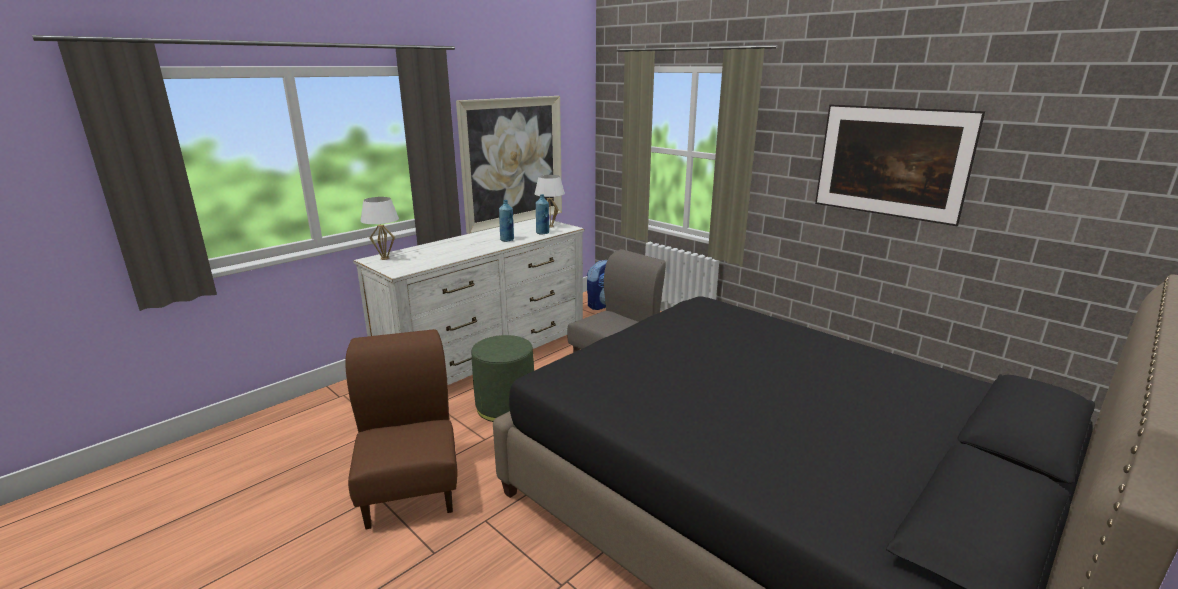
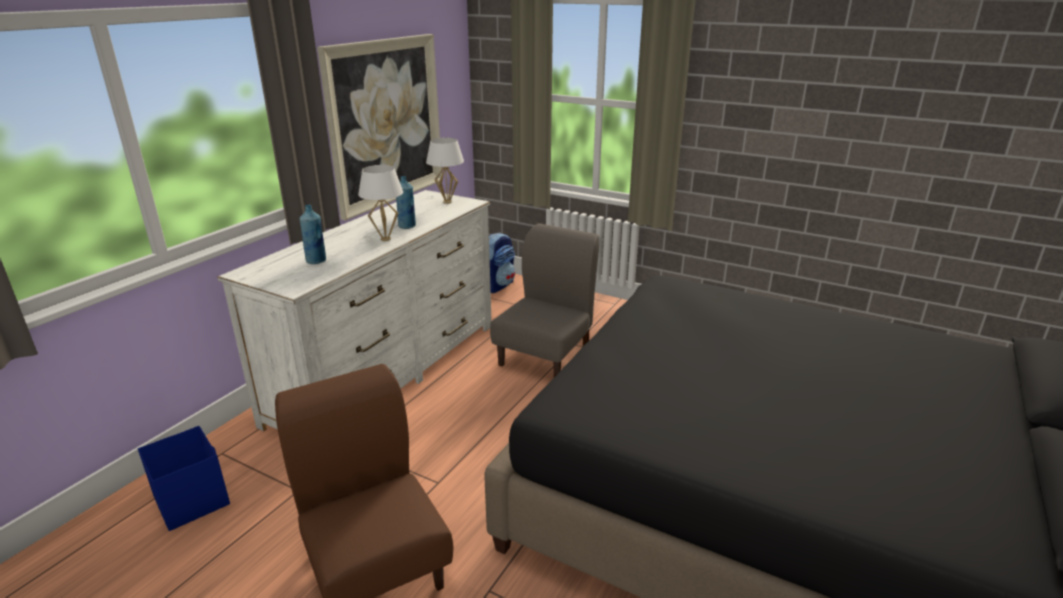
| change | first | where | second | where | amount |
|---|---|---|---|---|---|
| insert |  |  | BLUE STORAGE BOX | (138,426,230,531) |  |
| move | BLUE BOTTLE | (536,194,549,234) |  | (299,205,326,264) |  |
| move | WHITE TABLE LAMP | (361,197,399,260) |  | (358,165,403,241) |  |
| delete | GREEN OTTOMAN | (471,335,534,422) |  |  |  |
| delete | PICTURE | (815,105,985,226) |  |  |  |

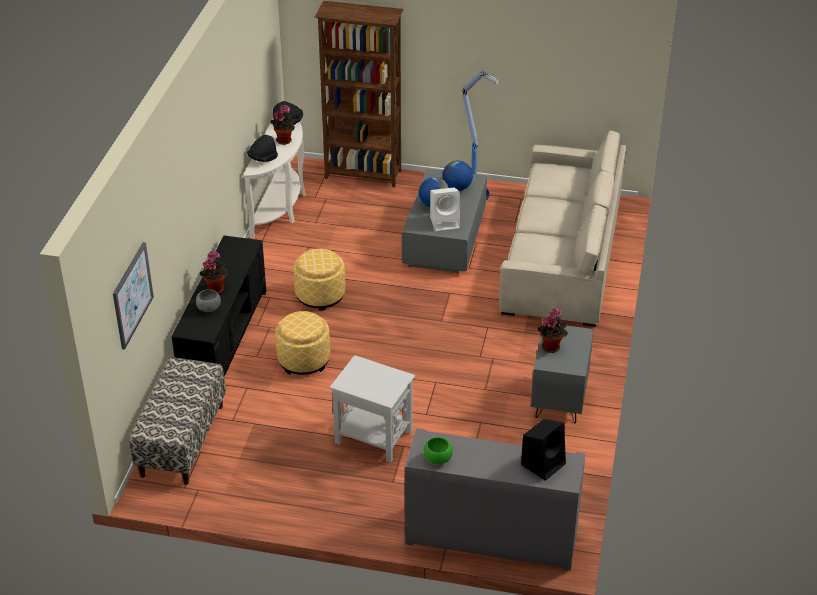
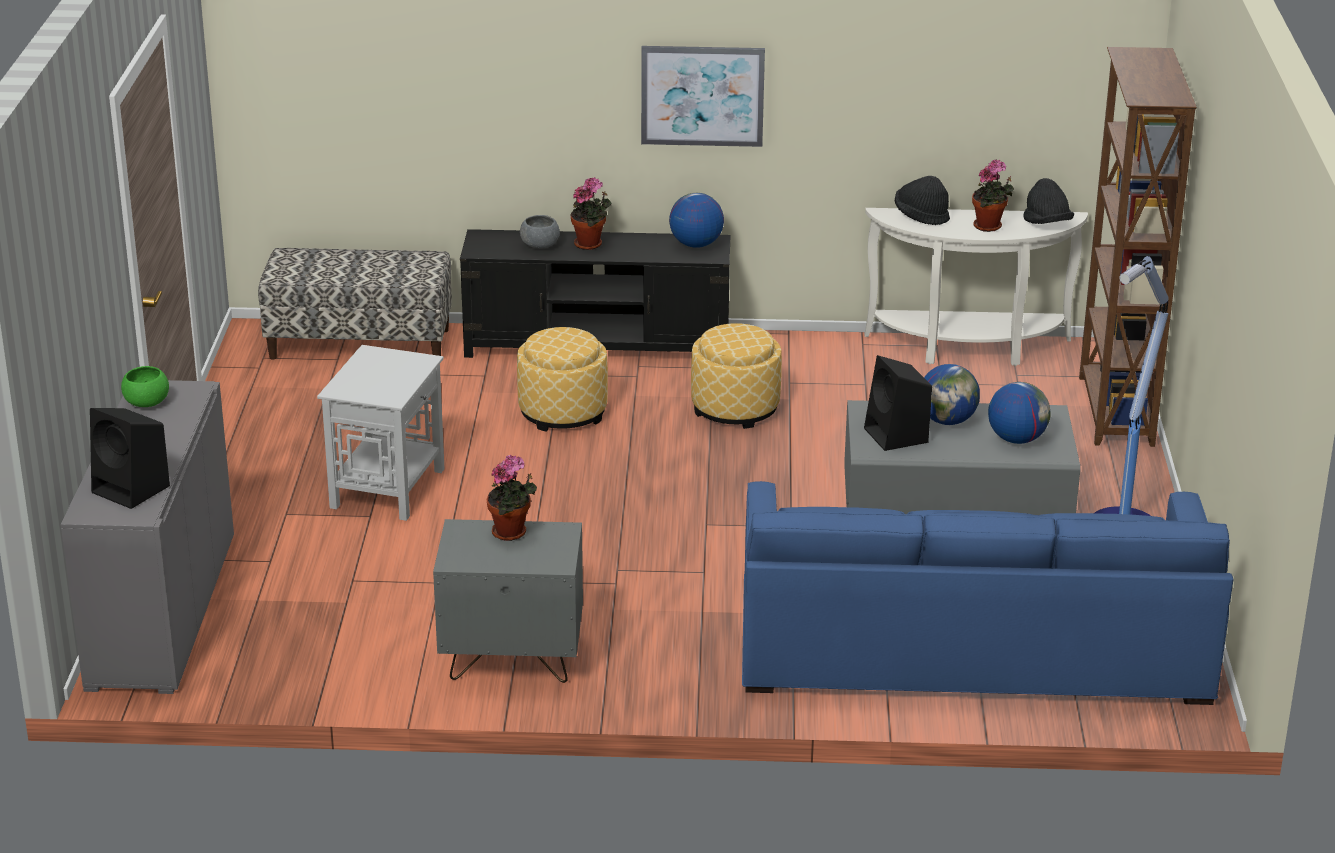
| change | first | where | second | where | amount |
|---|---|---|---|---|---|
| move | PICTURE | (113,242,154,350) |  | (641,46,765,147) |  |
| insert |  |  | GLOBE | (669,193,724,248) |  |
| recolor | BEIGE SOFA | (499,130,626,327) | BLUE SOFA | (742,481,1234,705) |  |
| recolor | WHITE SPEAKER | (430,187,460,231) | BLACK SPEAKER | (864,355,932,451) |  |

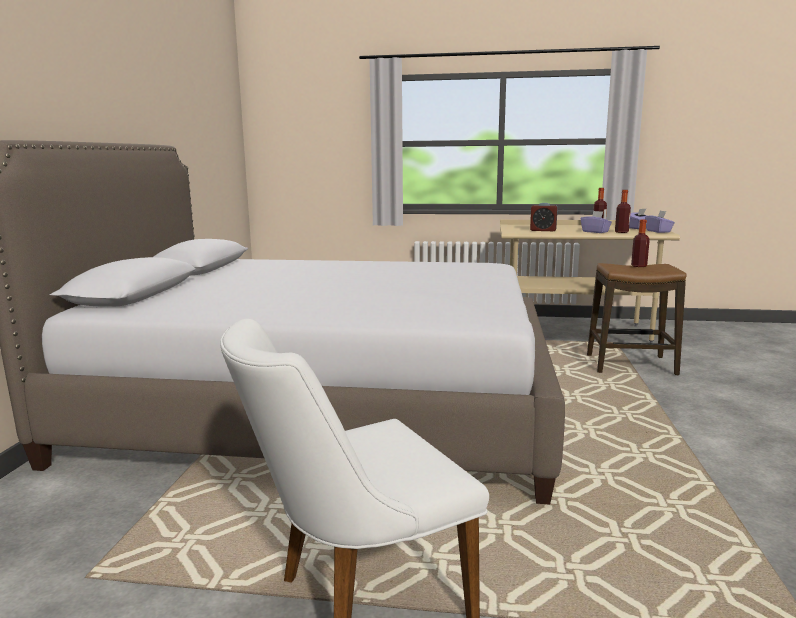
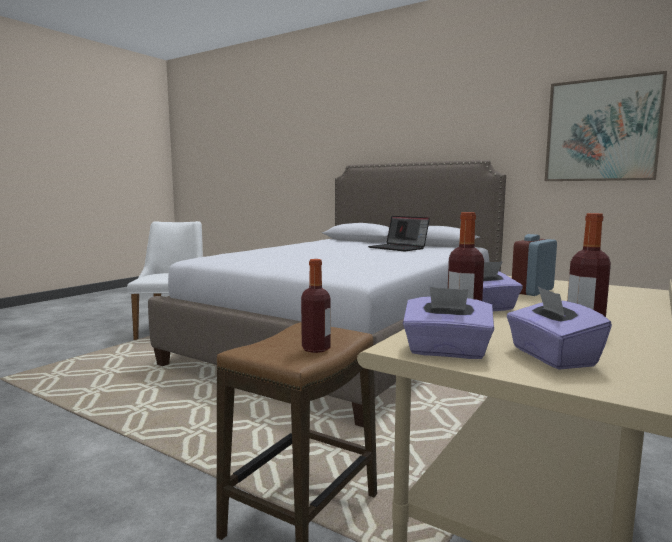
| change | first | where | second | where | amount |
|---|---|---|---|---|---|
| insert |  |  | LAPTOP | (368,216,430,252) |  |
| insert |  |  | PICTURE | (545,71,667,181) |  |

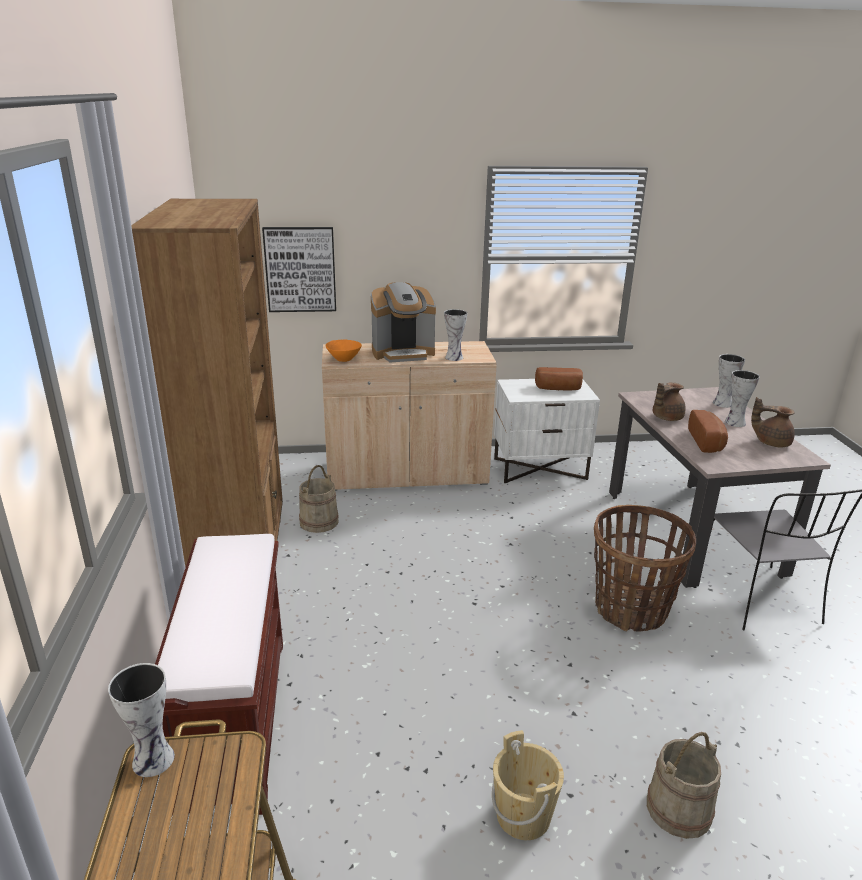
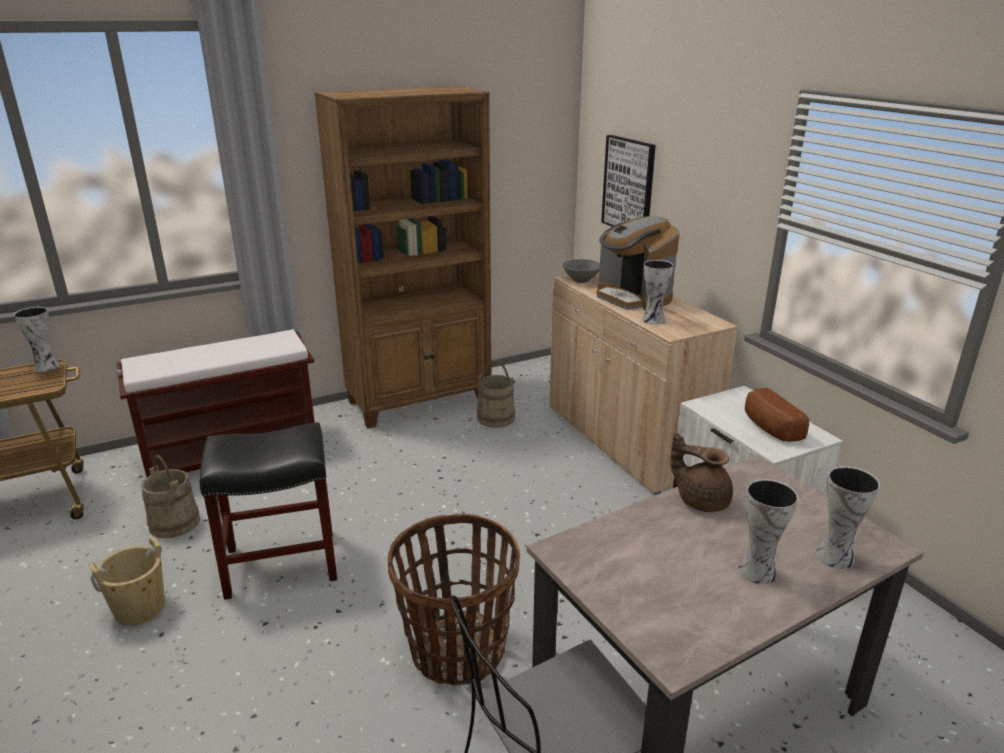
| change | first | where | second | where | amount |
|---|---|---|---|---|---|
| move | BEIGE BUCKET | (647,732,721,839) |  | (141,455,200,538) |  |
| insert |  |  | BLACK STOOL | (200,422,337,600) |  |
| recolor | ORANGE BOWL | (326,340,362,362) | GREY BOWL | (563,259,600,283) |  |
| delete | BREAD | (688,410,728,453) |  |  |  |
| delete | BROWN TEAPOT | (751,397,795,448) |  |  |  |

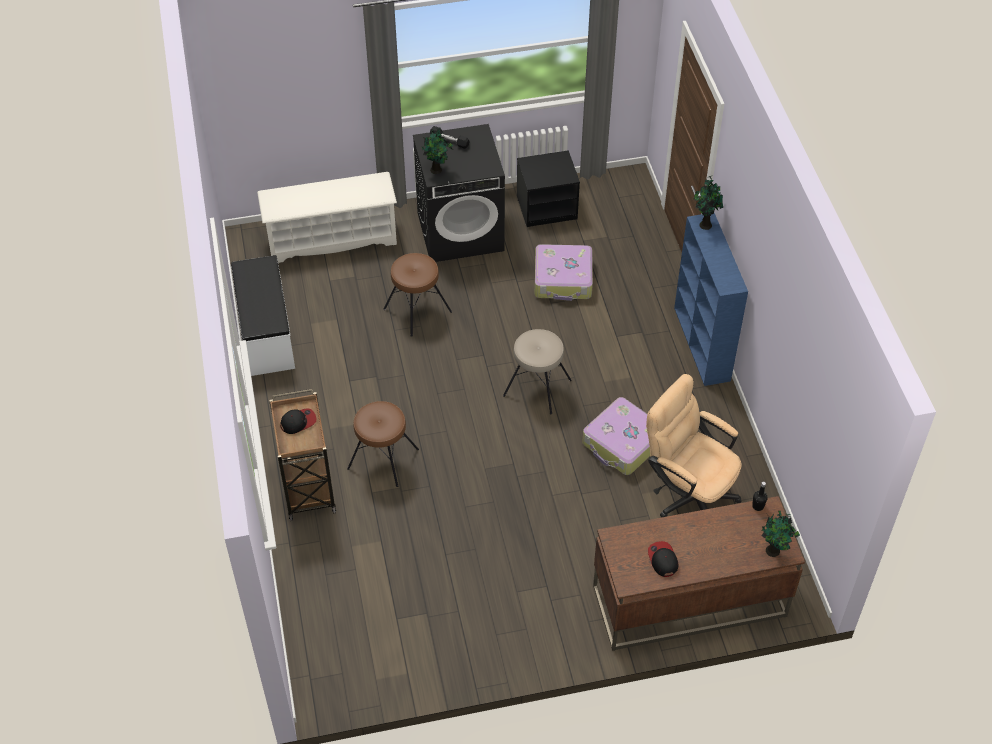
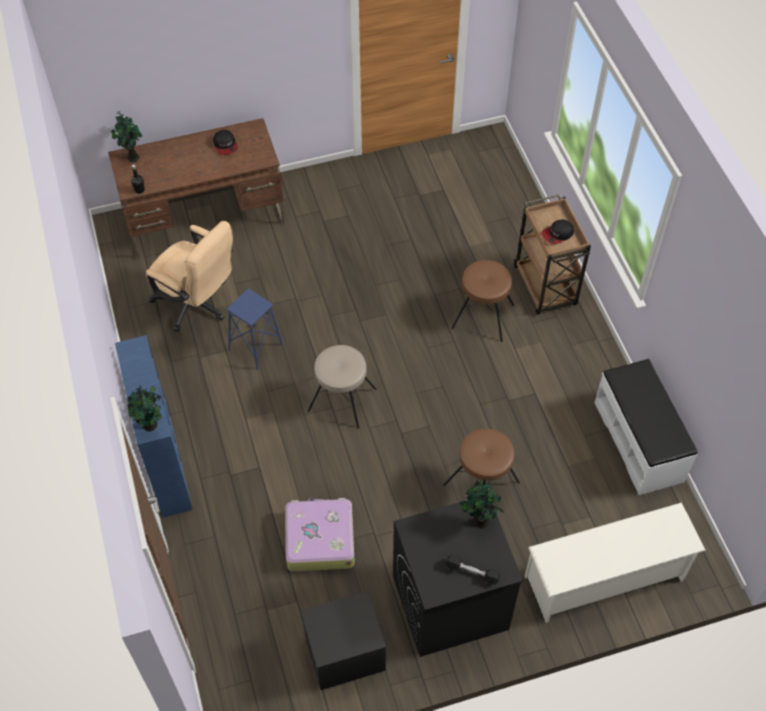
| change | first | where | second | where | amount |
|---|---|---|---|---|---|
| replace | SUITCASE | (582,397,650,475) | BLUE STOOL | (227,288,283,370) |  |

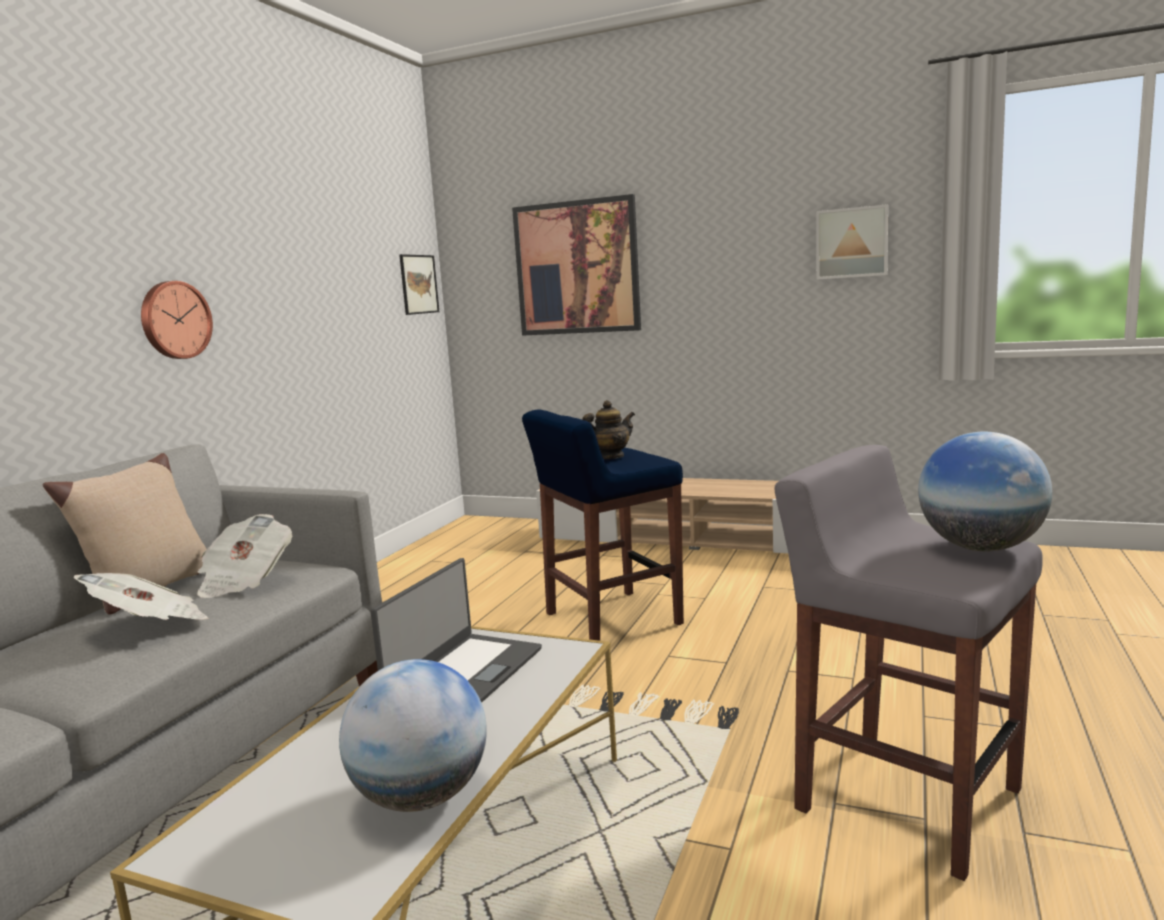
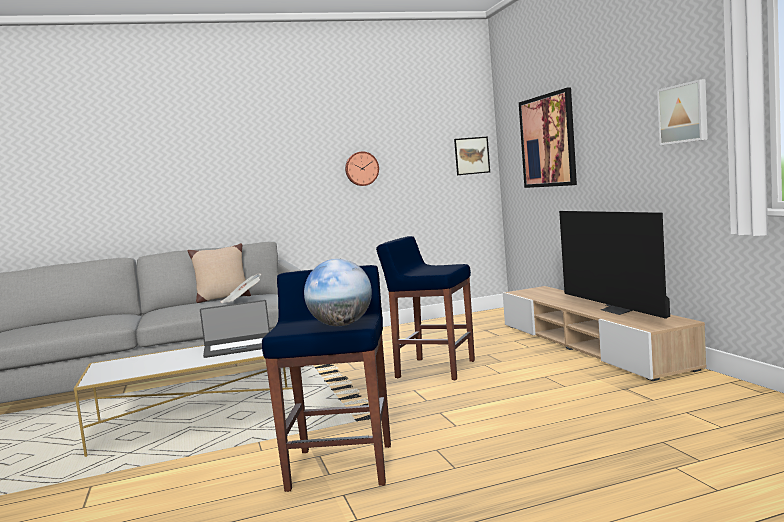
| change | first | where | second | where | amount |
|---|---|---|---|---|---|
| recolor | GREY STOOL | (774,445,1043,881) | BLUE STOOL | (262,265,391,492) |  |
| move | WALL CLOCK | (141,281,213,359) |  | (345,151,379,186) |  |
| insert |  |  | TELEVISION | (559,211,670,319) |  |
| delete | NEWSPAPER | (74,573,209,620) |  |  |  |
| delete | GLOBE | (339,659,487,812) |  |  |  |
| delete | TEAPOT | (582,400,635,459) |  |  |  |

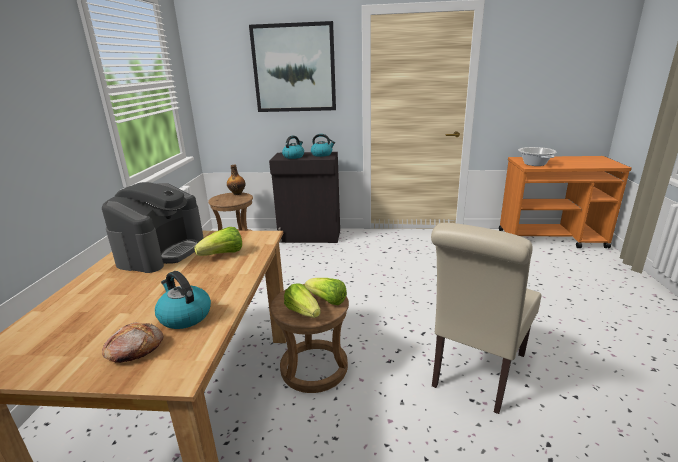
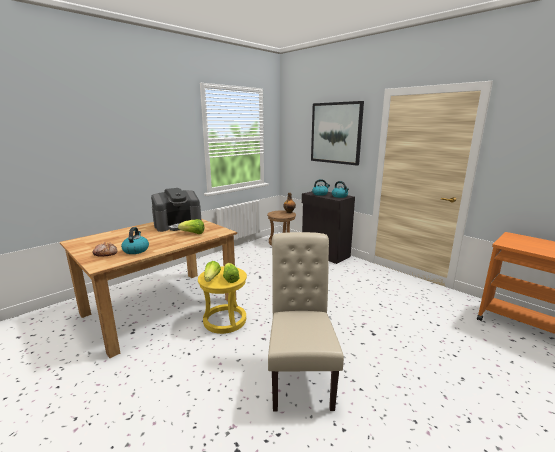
| change | first | where | second | where | amount |
|---|---|---|---|---|---|
| recolor | BROWN STOOL | (270,284,349,393) | YELLOW STOOL | (198,266,247,334) |  |
| rotate | BEIGE CHAIR | (431,223,542,414) |  | (268,232,344,411) | 105 degrees clockwise |
| delete | COOKING POT | (518,147,557,166) |  |  |  |

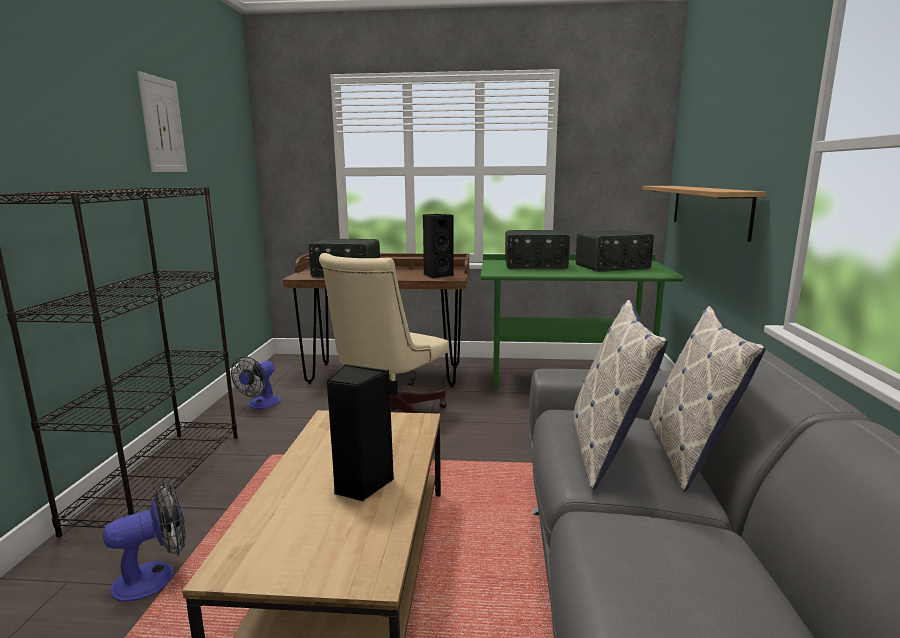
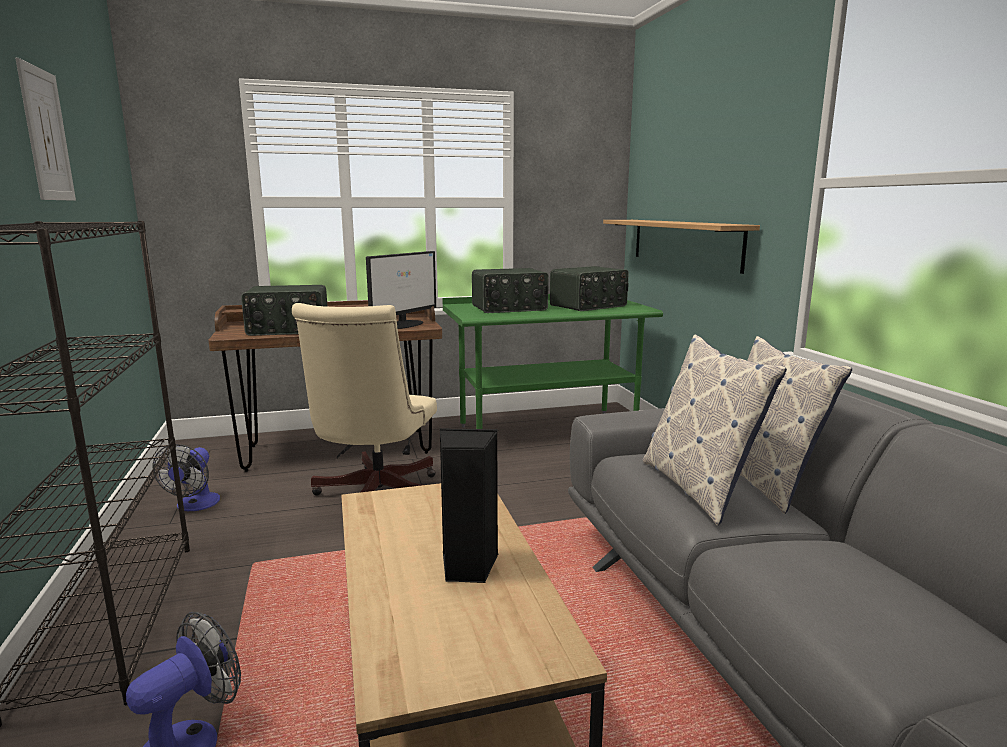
| change | first | where | second | where | amount |
|---|---|---|---|---|---|
| replace | BLACK SPEAKER | (423,214,453,278) | MONITOR | (366,251,436,329) |  |

